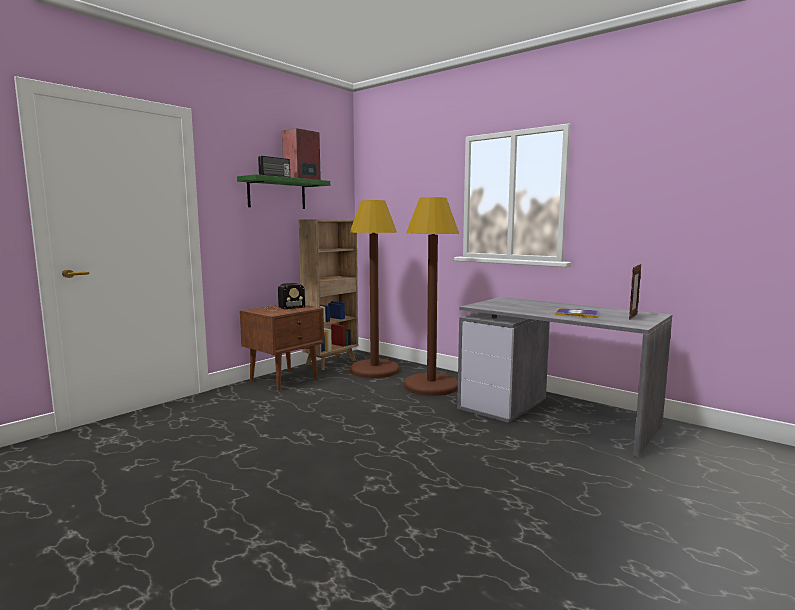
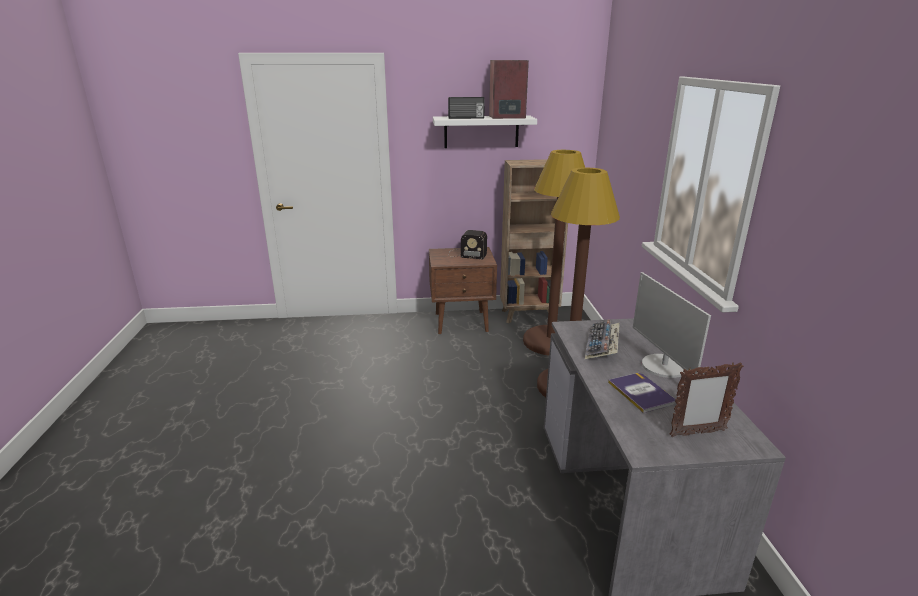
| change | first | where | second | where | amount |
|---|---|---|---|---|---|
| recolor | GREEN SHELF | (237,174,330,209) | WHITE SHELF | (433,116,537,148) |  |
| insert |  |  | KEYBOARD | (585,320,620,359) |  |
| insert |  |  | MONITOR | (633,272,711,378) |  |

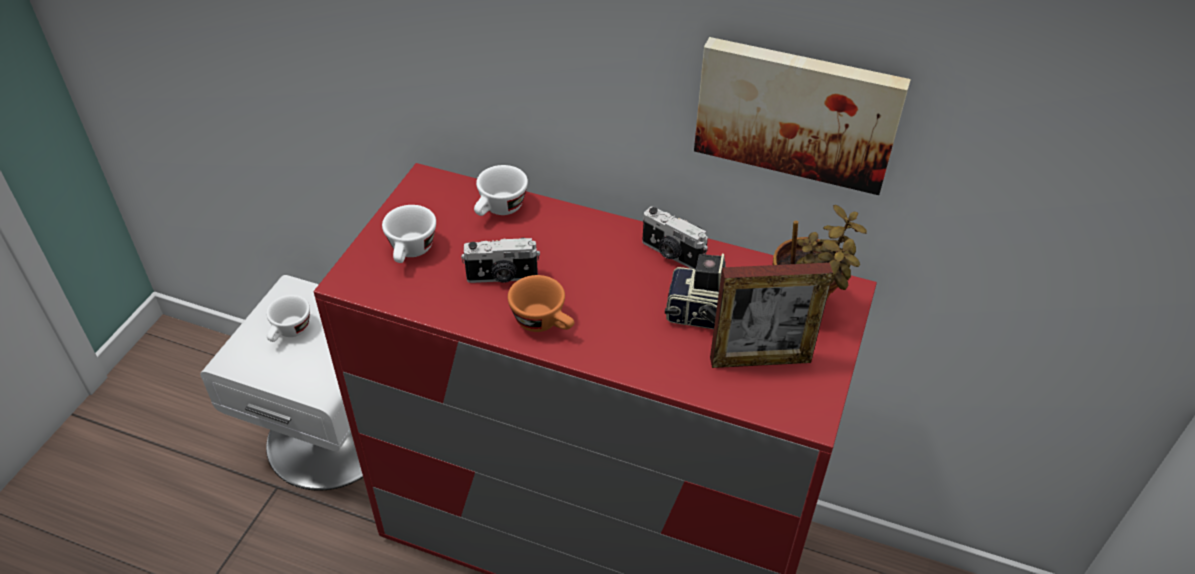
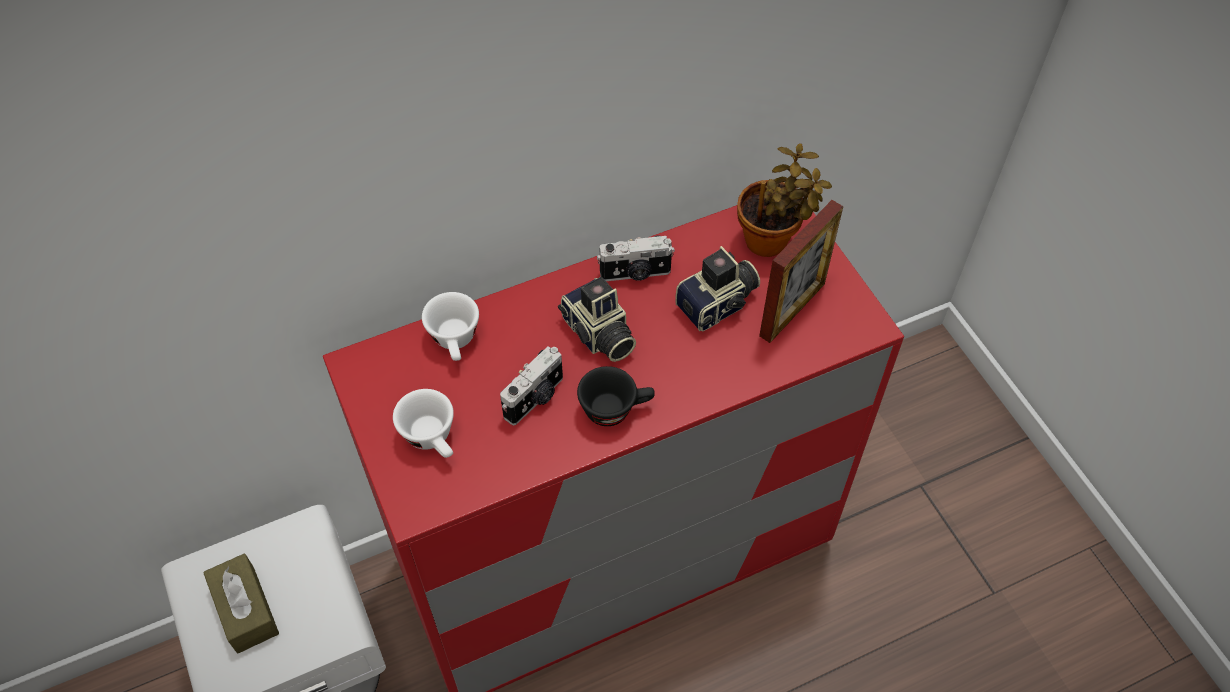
| change | first | where | second | where | amount |
|---|---|---|---|---|---|
| replace | WHITE CUP | (266,295,310,342) | BROWN TISSUE BOX | (203,553,279,653) |  |
| insert |  |  | PHOTO CAMERA | (558,277,636,362) |  |
| recolor | ORANGE CUP | (508,275,575,332) | BLACK CUP | (577,366,655,426) |  |
| delete | PICTURE | (694,37,911,195) |  |  |  |

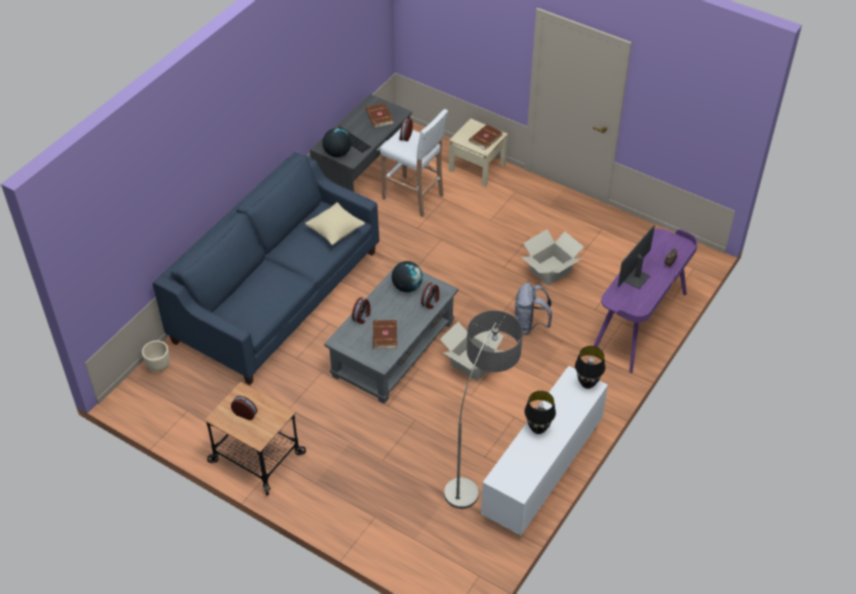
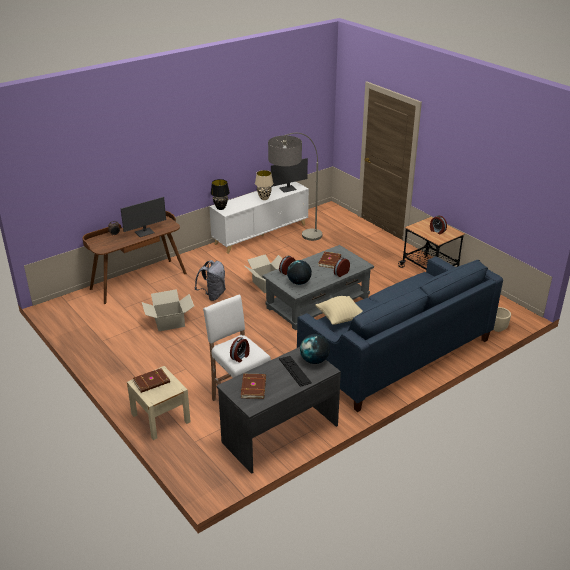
| change | first | where | second | where | amount |
|---|---|---|---|---|---|
| recolor | PURPLE DESK | (594,229,698,373) | BROWN DESK | (82,211,187,304) |  |
| recolor | BLACK TABLE LAMP | (524,391,556,434) | BEIGE TABLE LAMP | (255,170,273,200) |  |
| insert |  |  | MONITOR | (271,158,308,193) |  |

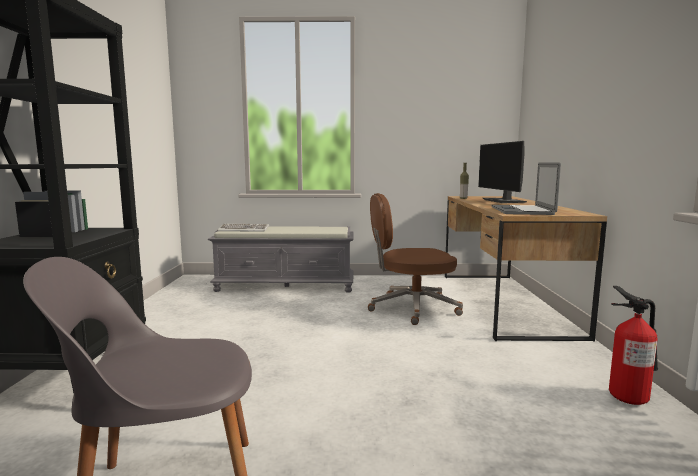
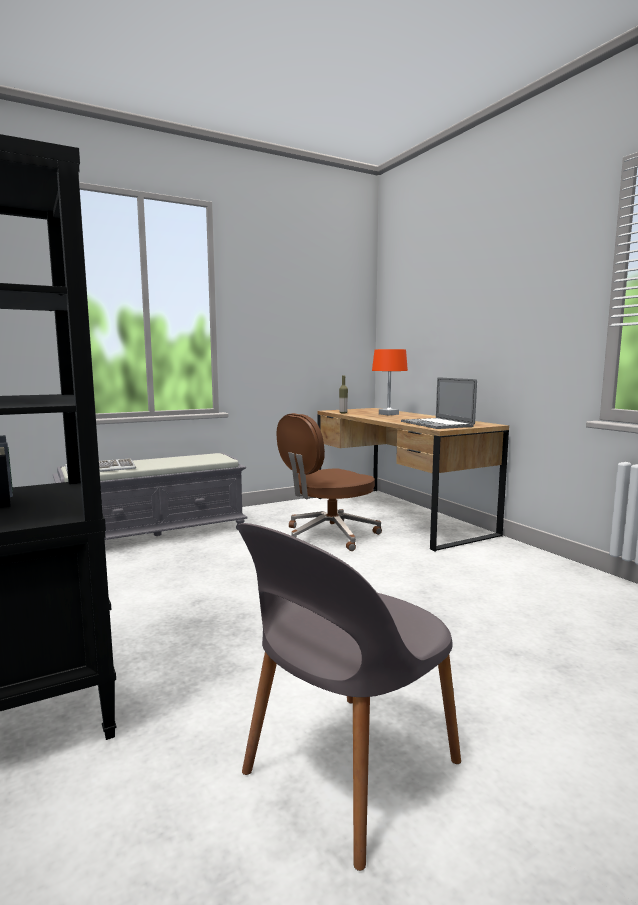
| change | first | where | second | where | amount |
|---|---|---|---|---|---|
| replace | MONITOR | (478,141,527,203) | ORANGE TABLE LAMP | (372,349,408,416) |  |
| delete | FIRE EXTINGUISHER | (609,286,658,405) |  |  |  |

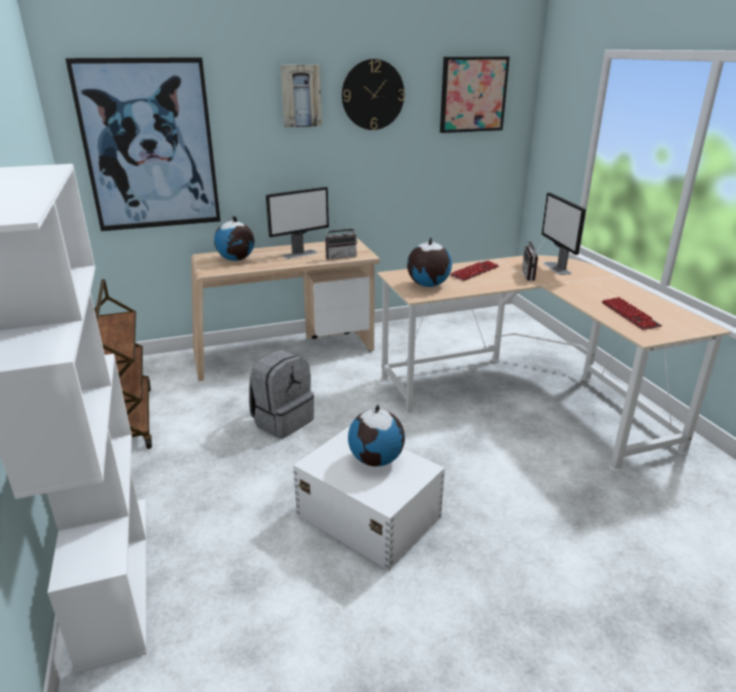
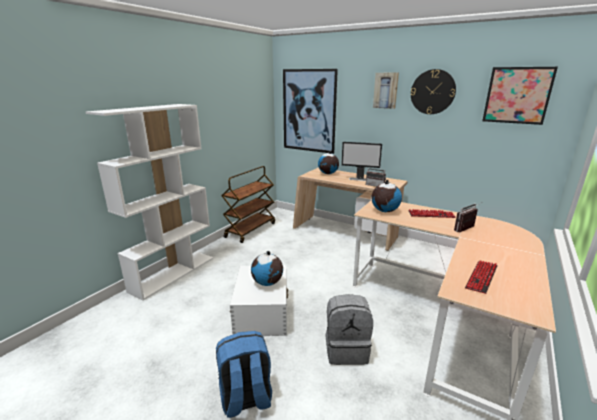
| change | first | where | second | where | amount |
|---|---|---|---|---|---|
| insert |  |  | BLUE BACKPACK | (216,331,272,418) |  |
| move | GREY BACKPACK | (249,350,314,439) |  | (325,294,373,365) |  |
| delete | MONITOR | (542,192,586,275) |  |  |  |

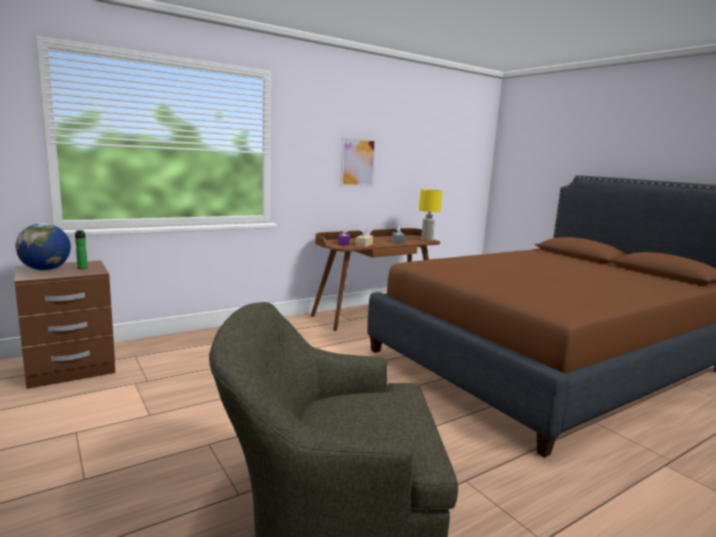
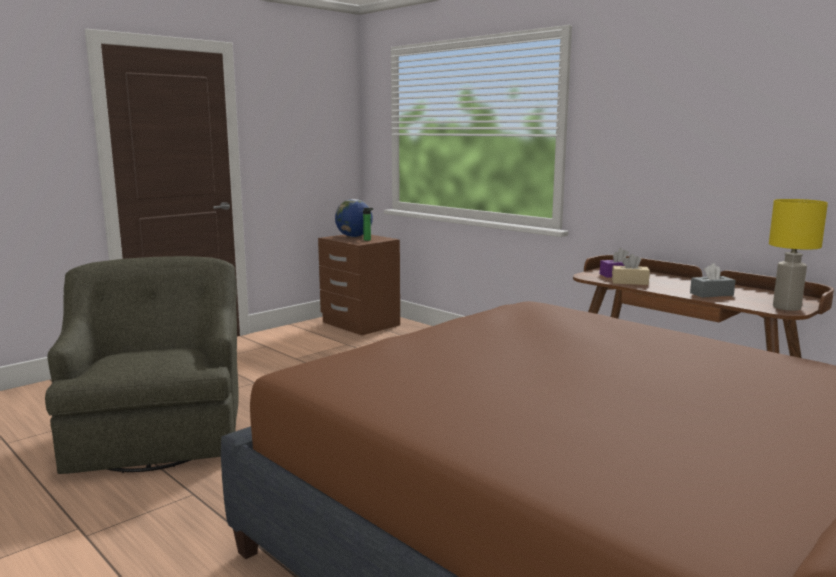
| change | first | where | second | where | amount |
|---|---|---|---|---|---|
| delete | PICTURE | (340,137,377,187) |  |  |  |

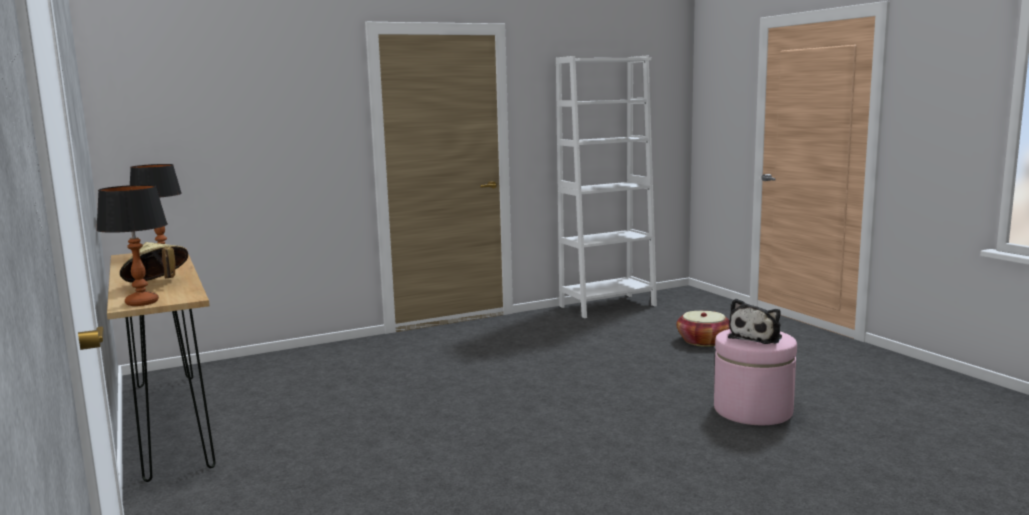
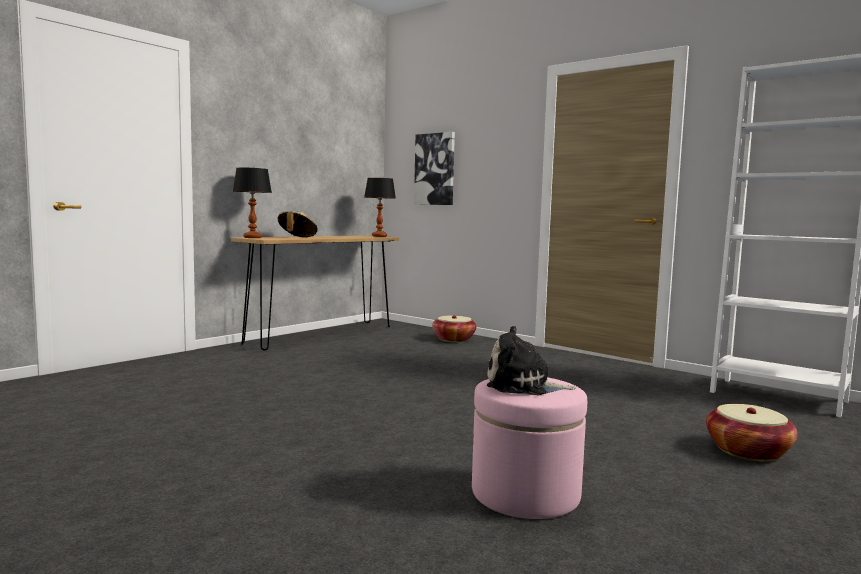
| change | first | where | second | where | amount |
|---|---|---|---|---|---|
| insert |  |  | PICTURE | (414,132,455,205) |  |
| insert |  |  | BASKET | (432,315,476,342) |  |

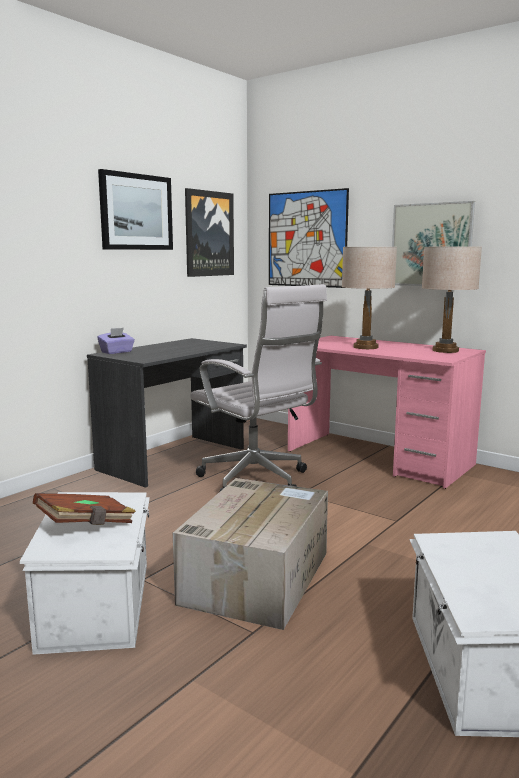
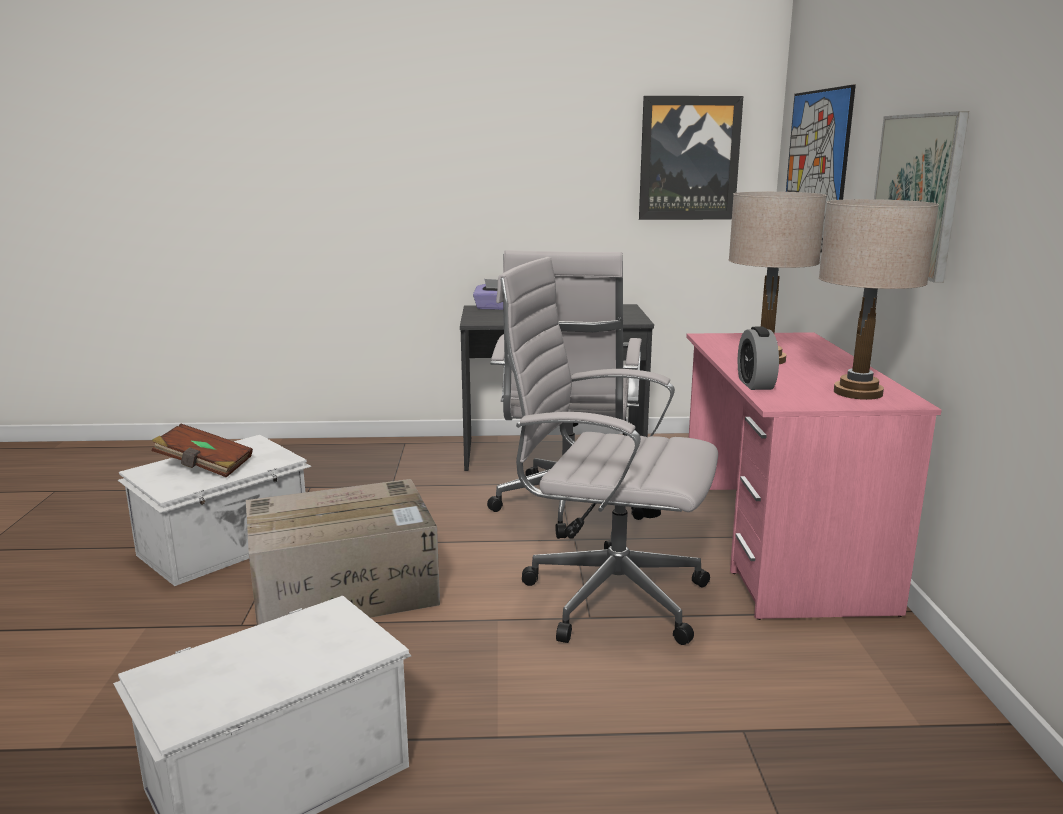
| change | first | where | second | where | amount |
|---|---|---|---|---|---|
| insert |  |  | WHITE OFFICE CHAIR | (496,257,718,645) |  |
| insert |  |  | ALARM CLOCK | (738,327,779,390) |  |
| delete | PICTURE | (98,169,173,250) |  |  |  |

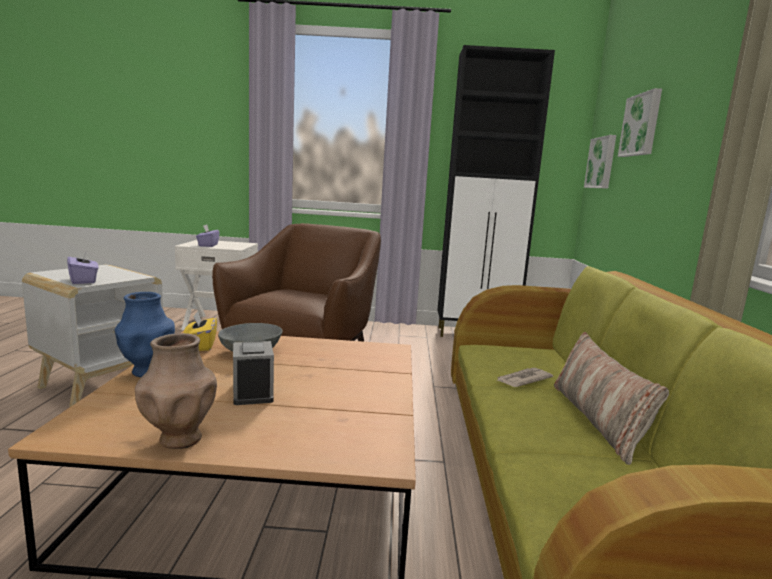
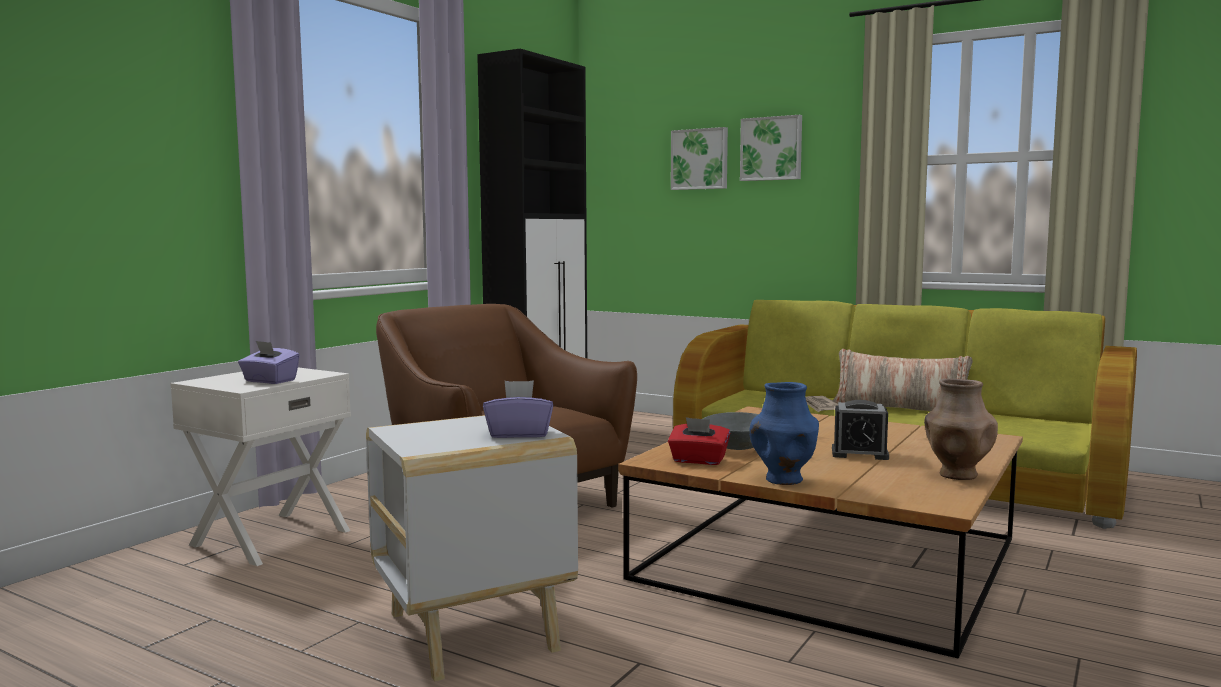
| change | first | where | second | where | amount |
|---|---|---|---|---|---|
| recolor | YELLOW TISSUE BOX | (183,311,217,351) | RED TISSUE BOX | (668,417,730,465) |  |
| move | PICTURE | (584,135,616,189) |  | (740,115,802,181) |  |

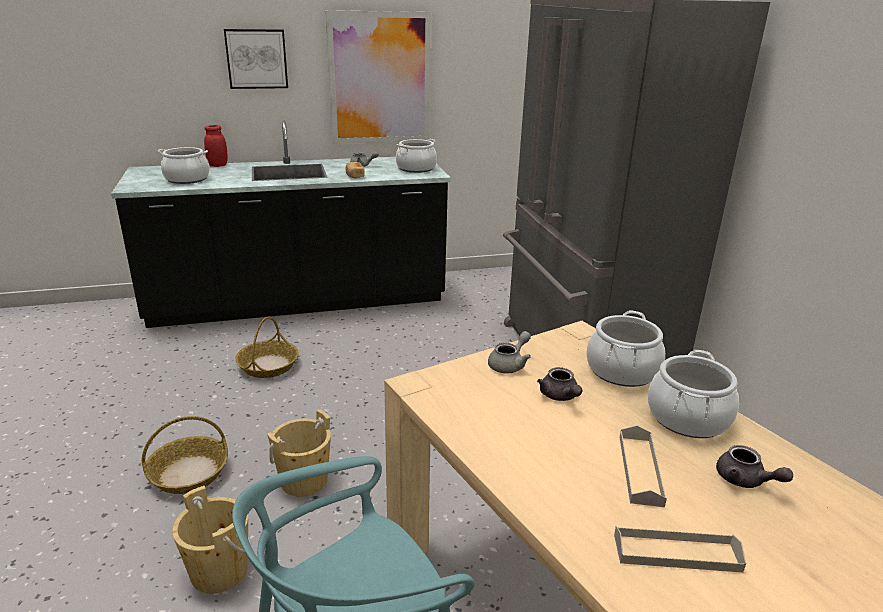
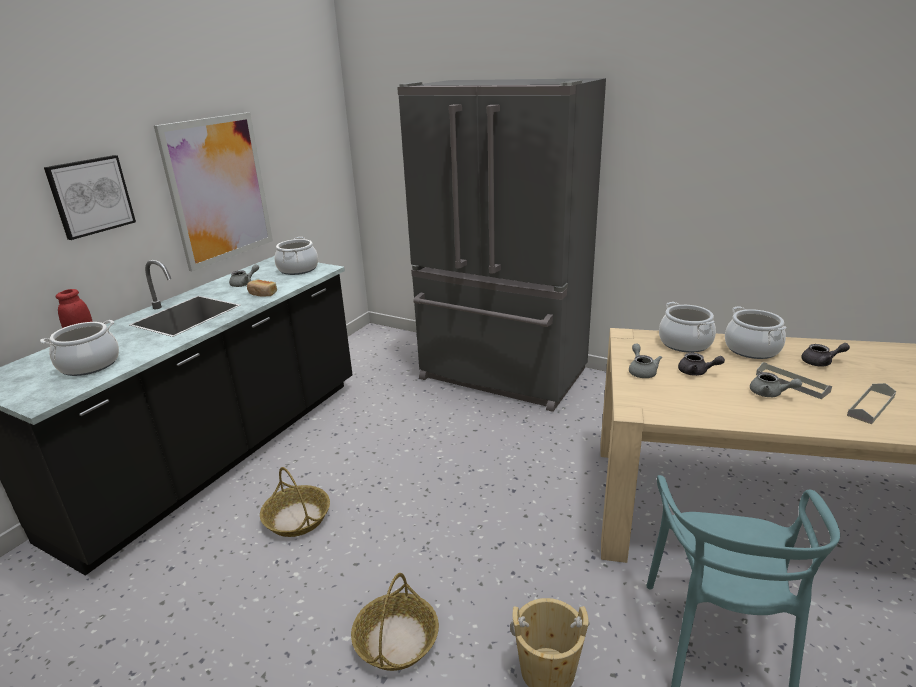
| change | first | where | second | where | amount |
|---|---|---|---|---|---|
| insert |  |  | GREY TEAPOT | (750,372,802,397) |  |
| delete | BEIGE BUCKET | (267,409,331,497) |  |  |  |

